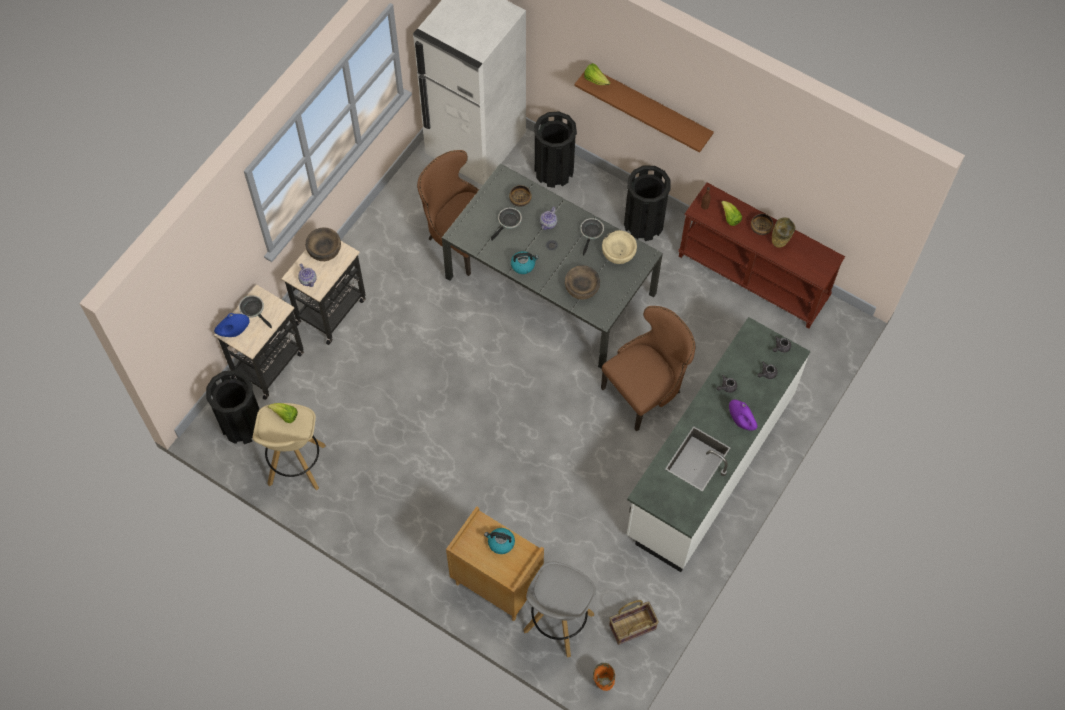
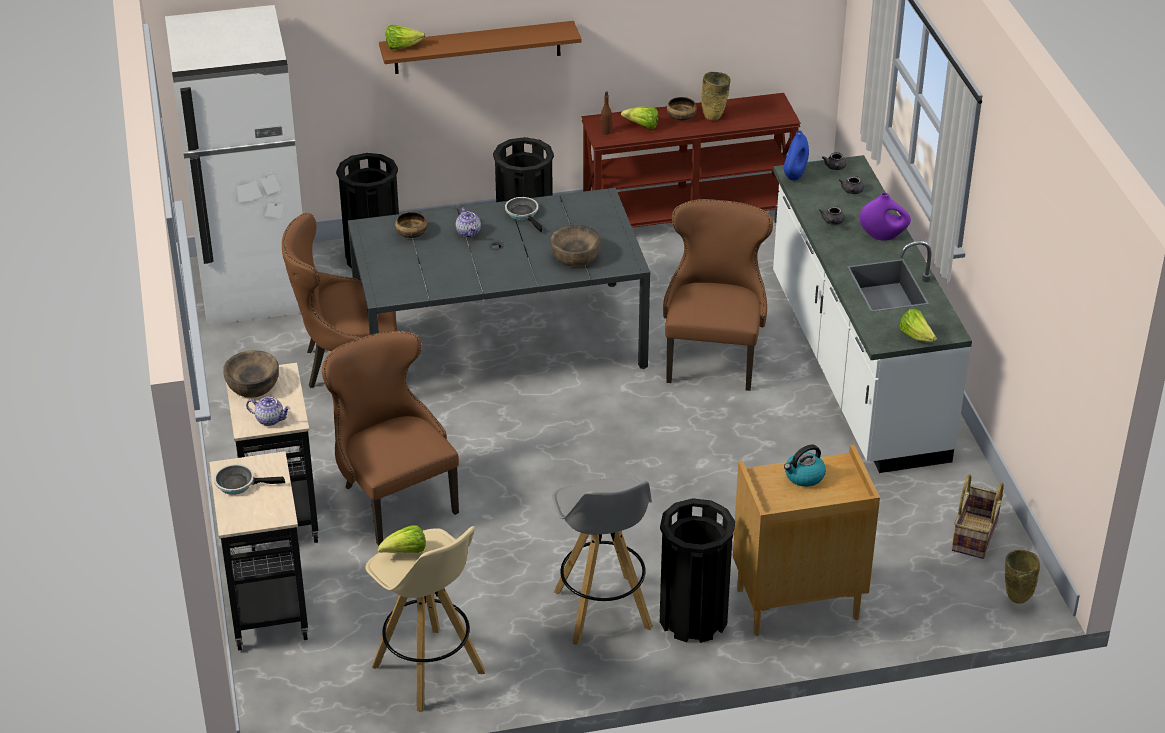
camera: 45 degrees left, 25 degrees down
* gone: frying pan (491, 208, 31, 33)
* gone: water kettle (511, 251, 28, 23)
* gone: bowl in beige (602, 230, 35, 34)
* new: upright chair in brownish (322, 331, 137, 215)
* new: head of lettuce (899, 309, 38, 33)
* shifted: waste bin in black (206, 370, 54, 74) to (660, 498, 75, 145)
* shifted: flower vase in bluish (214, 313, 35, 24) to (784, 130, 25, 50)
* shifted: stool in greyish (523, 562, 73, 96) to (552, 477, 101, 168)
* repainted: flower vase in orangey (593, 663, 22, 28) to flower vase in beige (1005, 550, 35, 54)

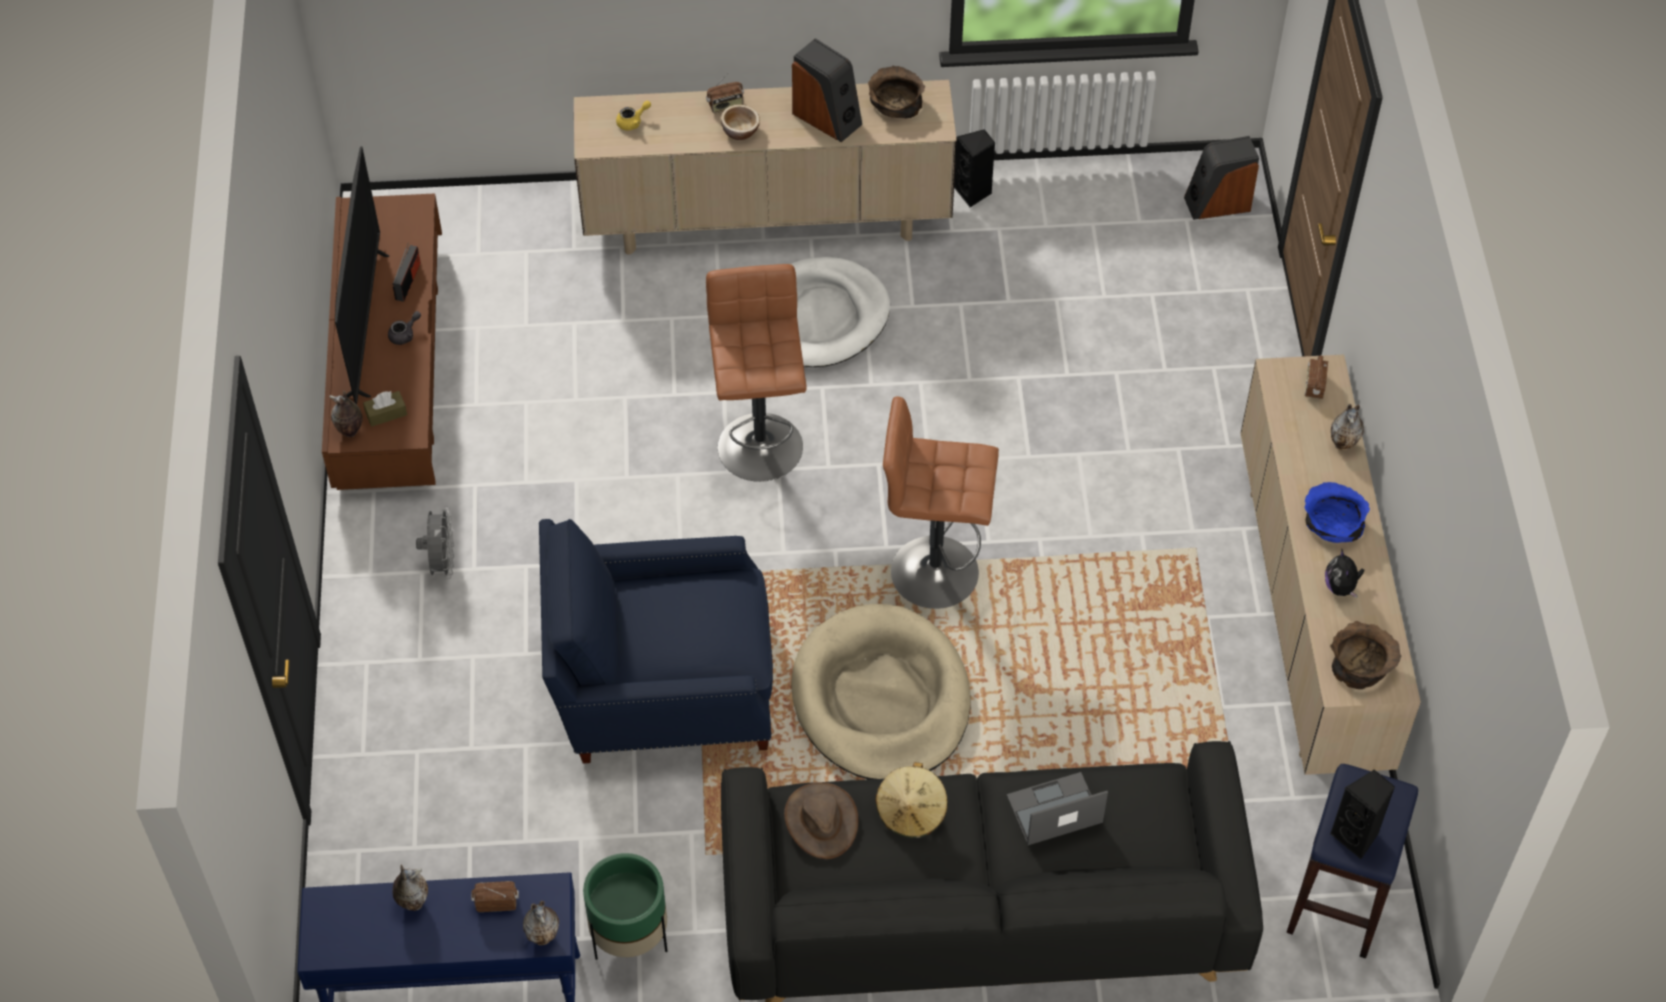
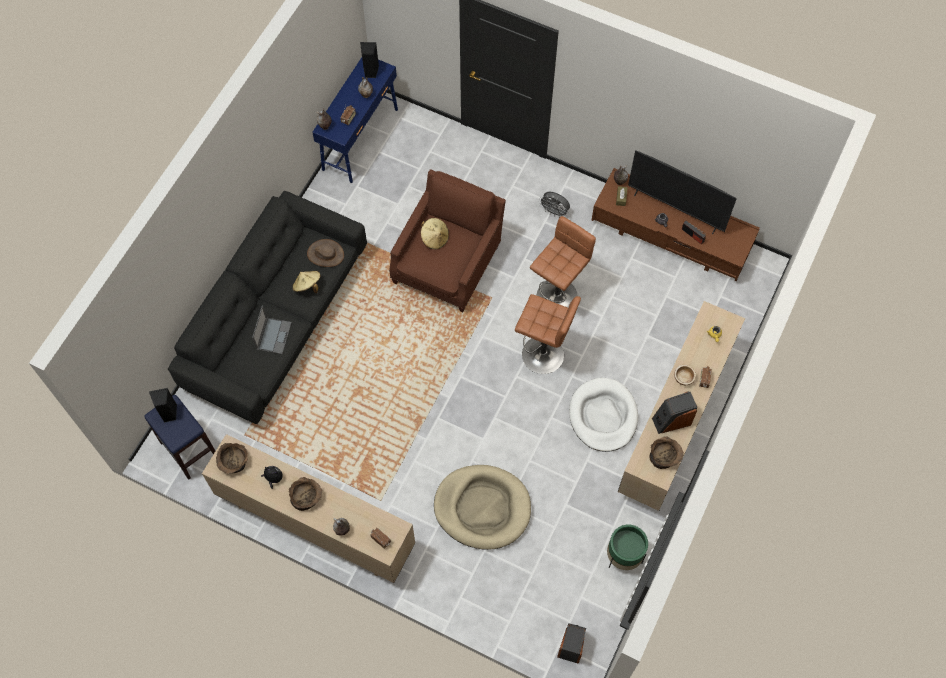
camera: 120 degrees right, 10 degrees up
* new: hat in beige (420, 218, 29, 31)
* shifted: plant pot in green-coloured (583, 853, 84, 107) to (607, 525, 41, 45)
* shifted: dog bed in beige (791, 604, 180, 175) to (434, 465, 97, 85)
* shifted: stool in brownish (883, 396, 116, 213) to (530, 216, 66, 91)
* shifted: audio speaker in black (954, 129, 41, 79) to (360, 42, 19, 36)
* repainted: easy chair in bluish (539, 519, 234, 245) to easy chair in brownish (389, 169, 117, 143)
* repainted: bowl in bluish (1305, 482, 65, 61) to bowl in brownish (289, 477, 33, 34)

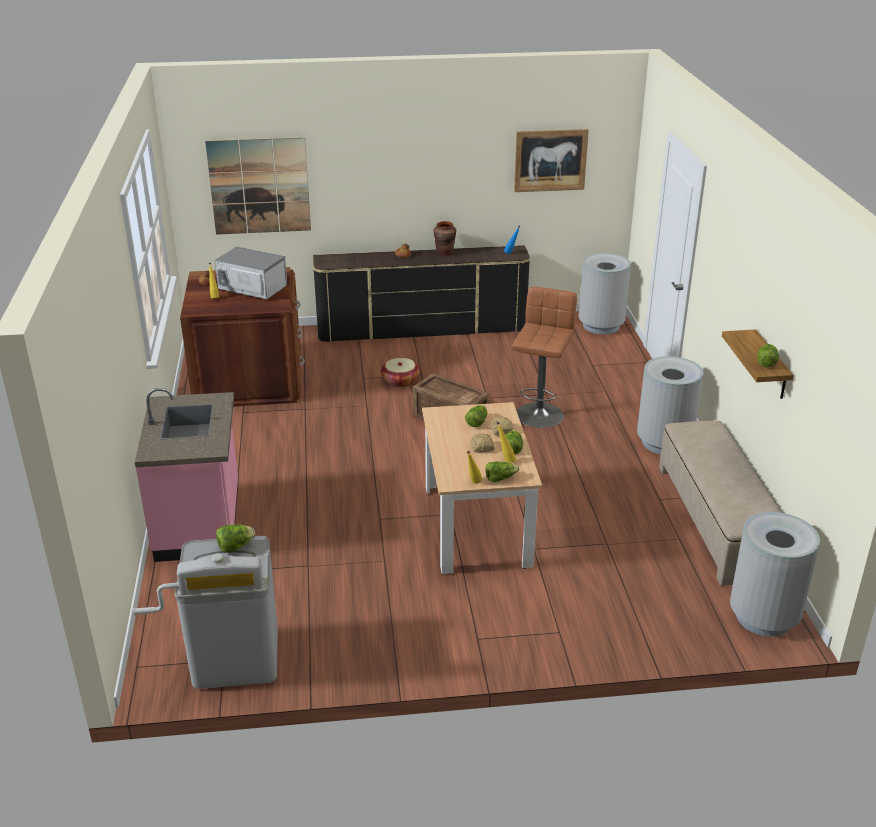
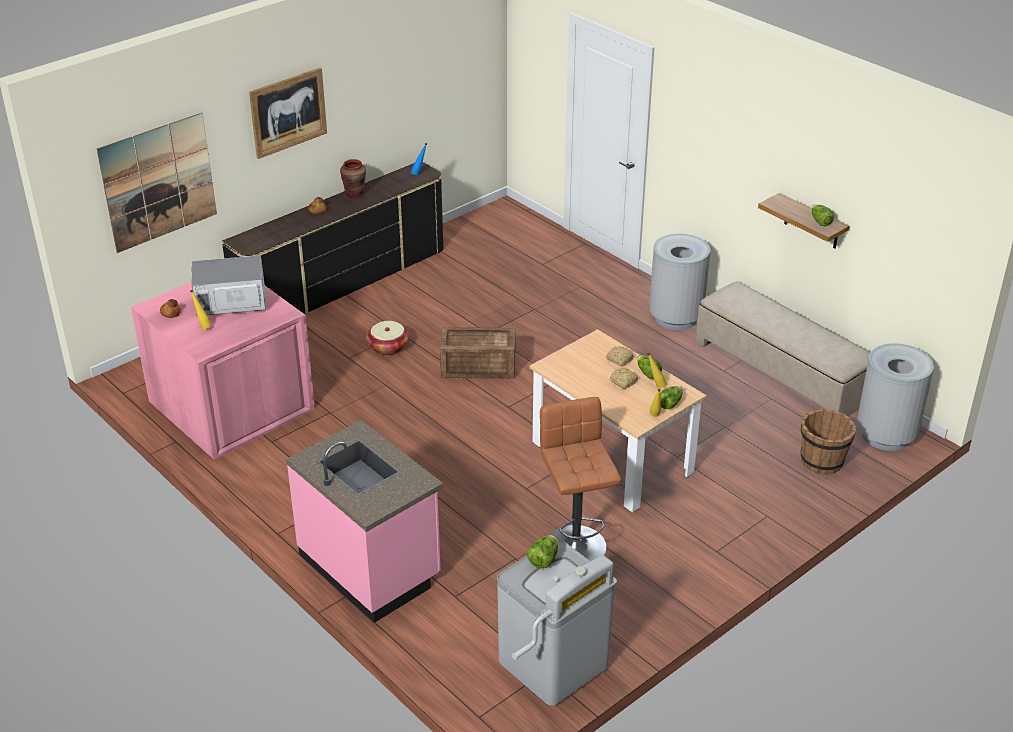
camera: 35 degrees left, 5 degrees up
* gone: head of lettuce (465, 405, 22, 22)
* gone: waste bin in greyish (579, 253, 52, 81)
* new: pail in brownish (801, 409, 55, 66)
* shifted: stool in brownish (512, 287, 65, 141) to (540, 397, 81, 164)
* shifted: wall picture (514, 129, 75, 63) to (249, 68, 78, 91)
* repainted: drawer chest in brownish (180, 267, 125, 140) to drawer chest in pinkish (131, 282, 184, 177)

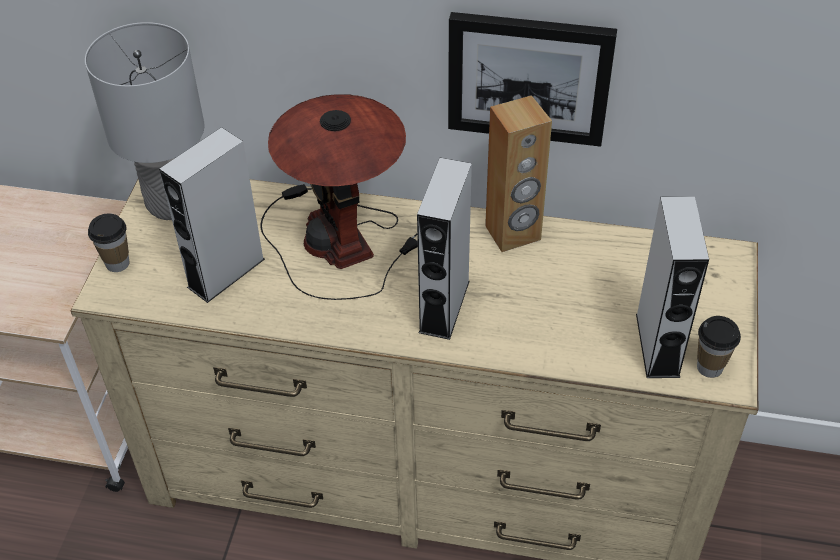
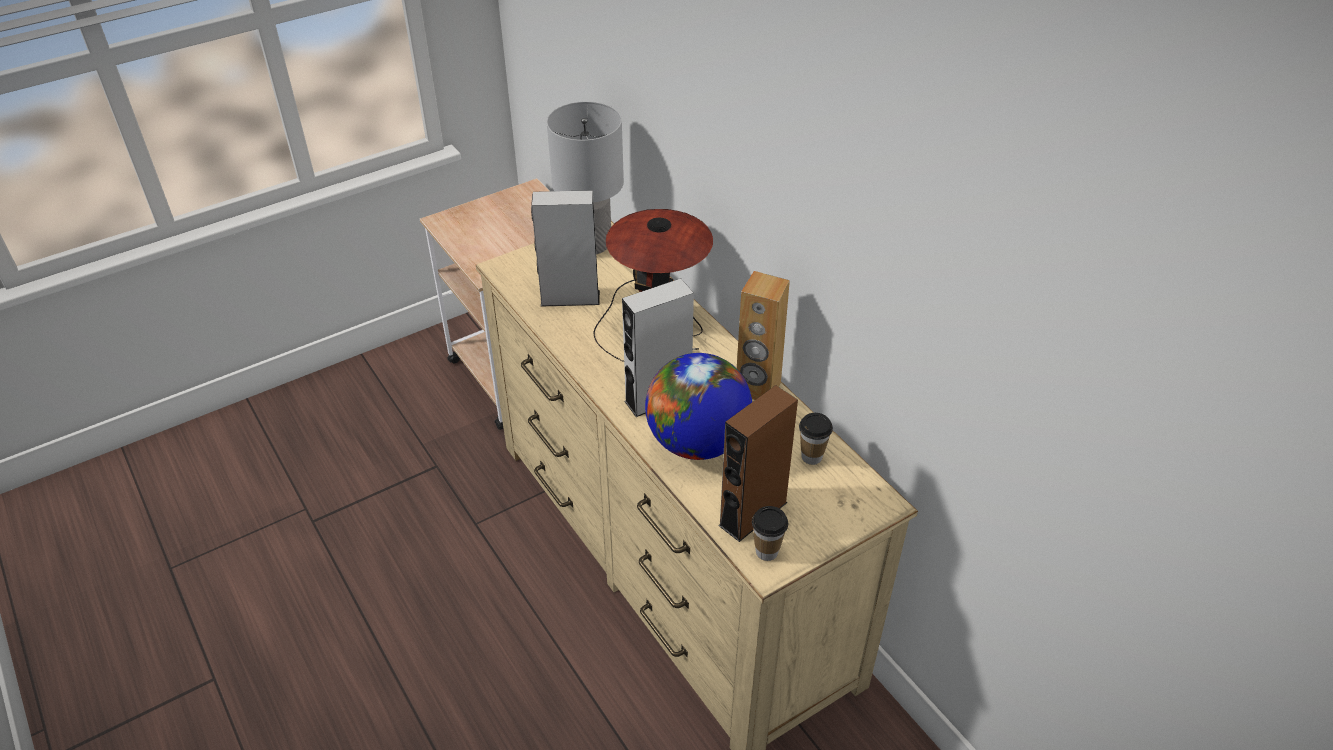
camera: 45 degrees right, 5 degrees down
* gone: wall picture (448, 12, 169, 135)
* new: world globe (645, 353, 107, 107)
* shifted: small cup (88, 213, 41, 59) to (799, 413, 34, 52)
* repainted: audio speaker in greyish (636, 196, 73, 182) to audio speaker in brownish (718, 385, 80, 157)

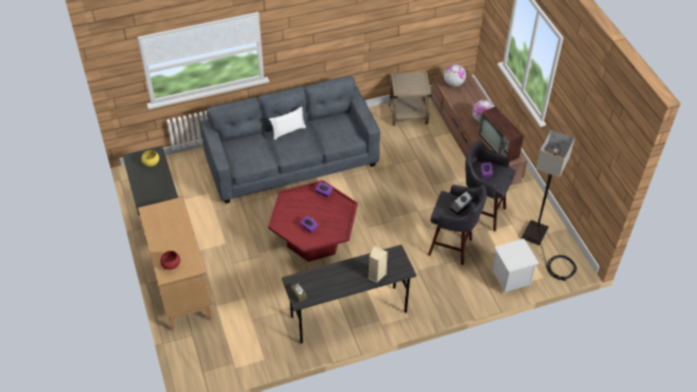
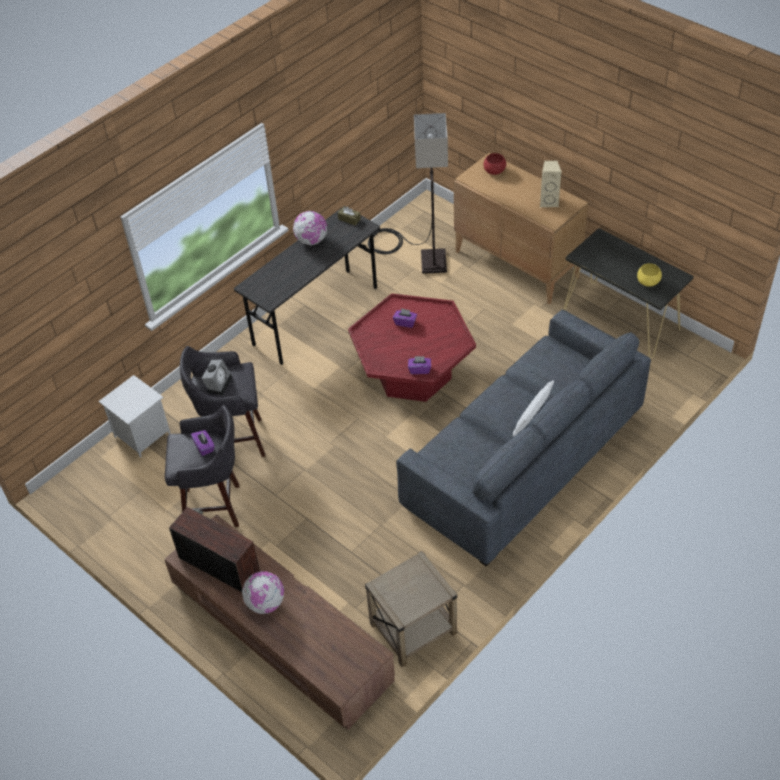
camera: 155 degrees right, 0 degrees up
* shifted: audio speaker in beige (368, 246, 20, 36) to (540, 161, 22, 46)
* shifted: world globe (444, 64, 22, 23) to (293, 211, 34, 34)
* shifted: standard lamp (522, 130, 55, 151) to (368, 113, 80, 161)

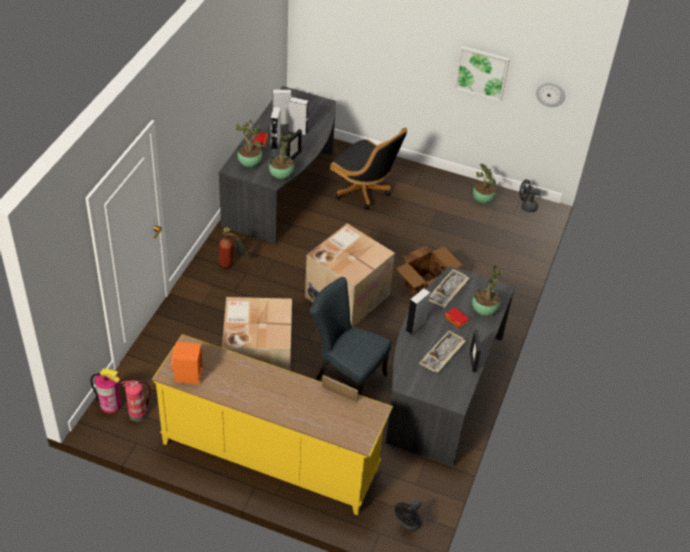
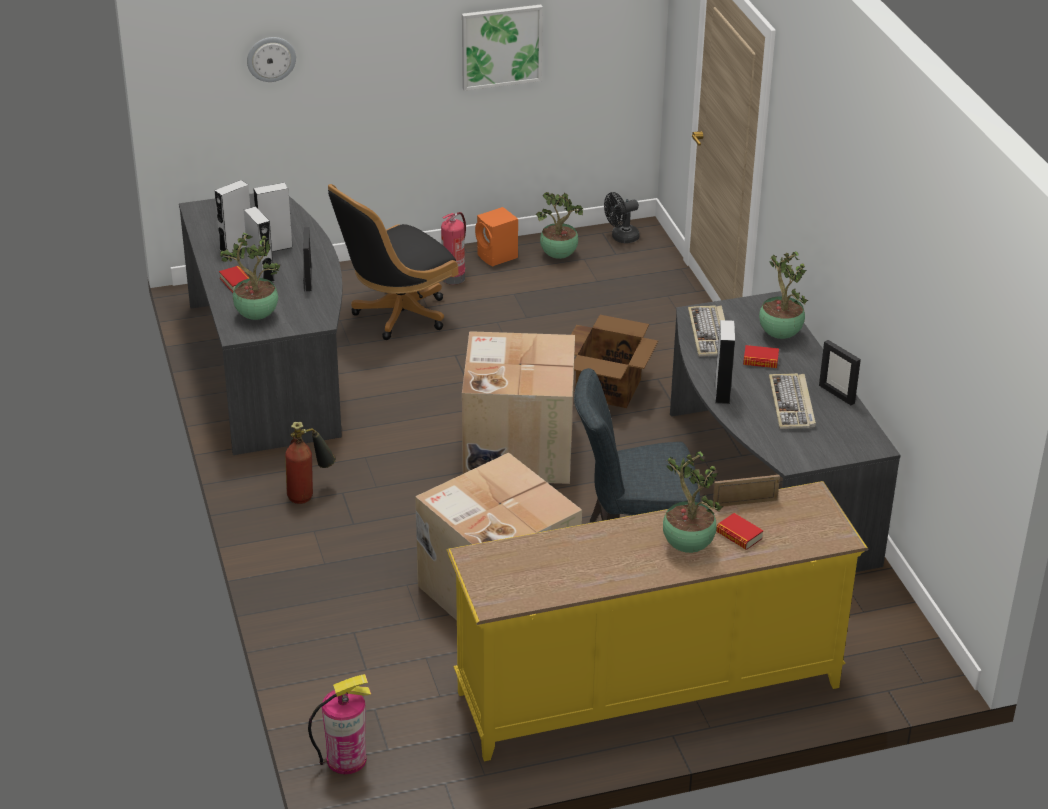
camera: 35 degrees left, 10 degrees down
* gone: electric fan in black (395, 499, 27, 33)
* new: bound book (716, 513, 48, 37)
* shifted: fire-fighting cylinder (121, 380, 30, 42) to (441, 212, 25, 73)
* shifted: audio speaker in orangey (171, 342, 32, 42) to (475, 207, 43, 60)
* shifted: houseplant (269, 133, 25, 46) to (663, 451, 61, 102)
* shifted: clock on the wall (536, 82, 29, 25) to (247, 37, 49, 45)
* rotated: desk chair in black (330, 128, 77, 82) = (328, 184, 131, 156) 135 degrees clockwise

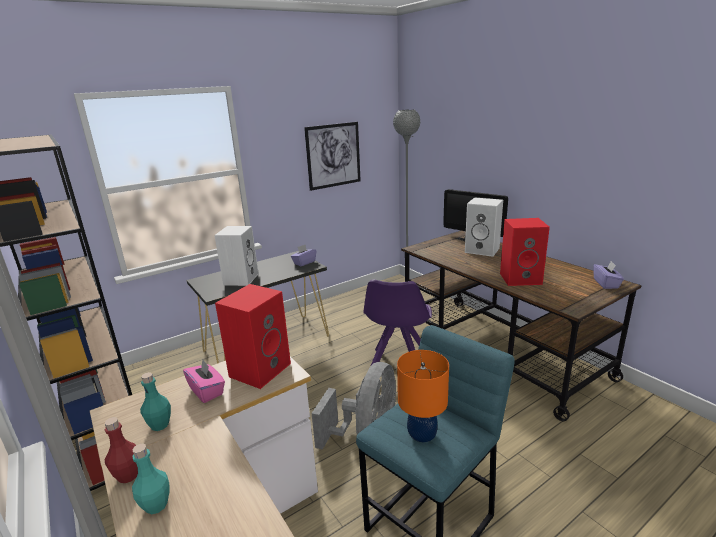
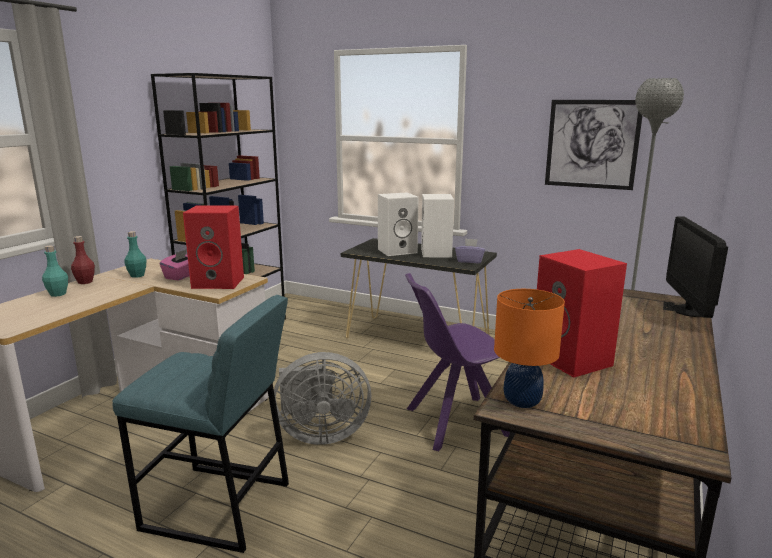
camera: 60 degrees right, 5 degrees down
* gone: tissue box in purplish (593, 261, 31, 28)
* shifted: lamp for a table in orangey (397, 350, 52, 93) to (494, 289, 71, 119)
* shifted: audio speaker in whitish (465, 197, 38, 60) to (421, 194, 33, 63)

